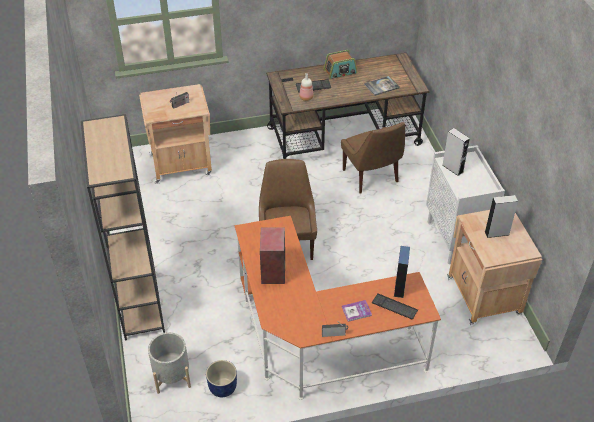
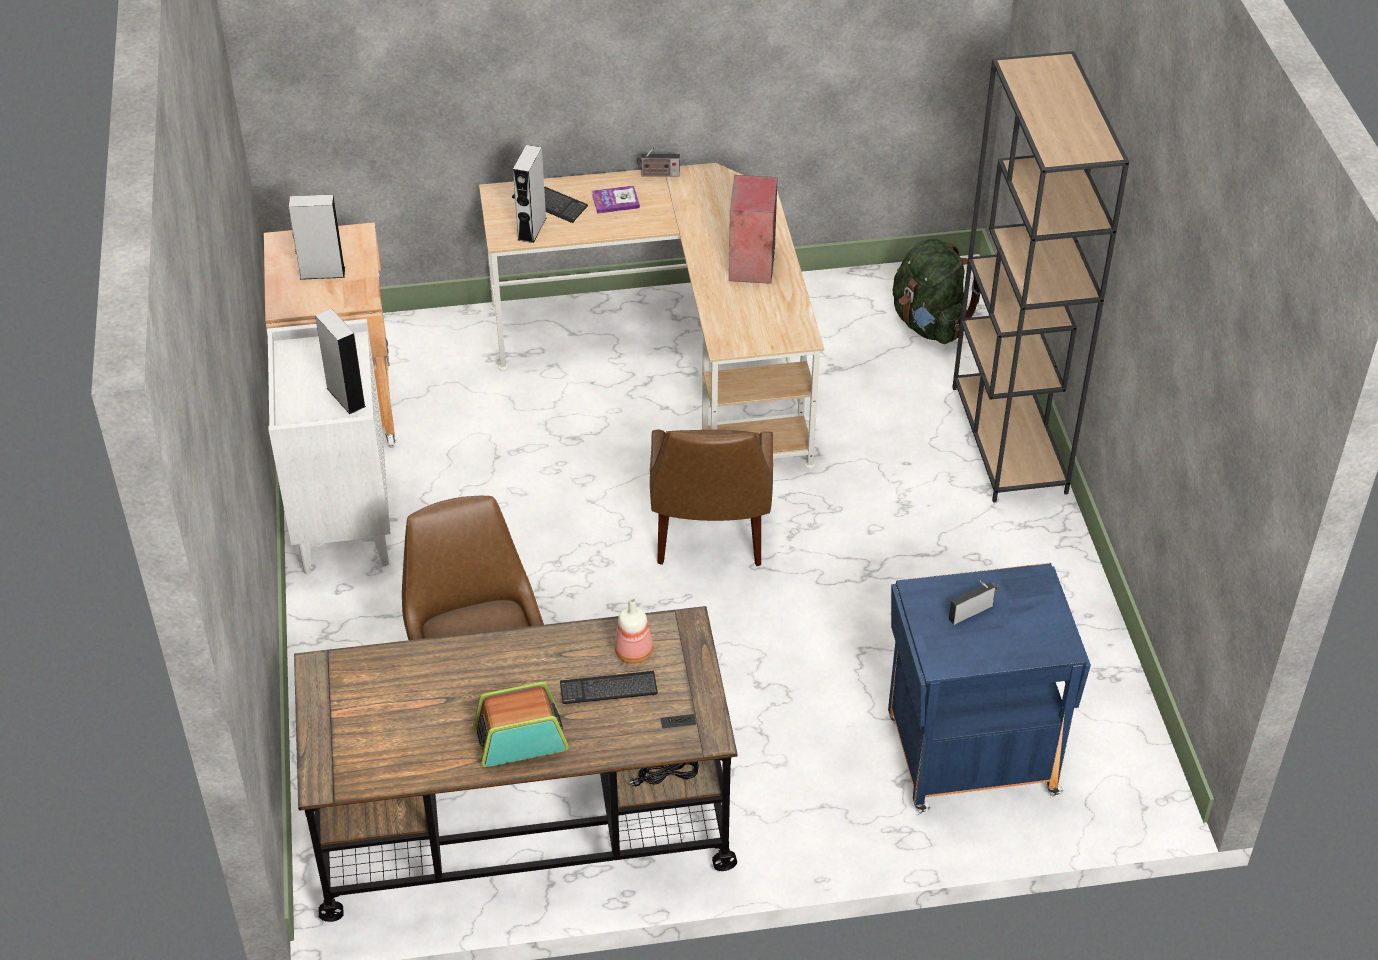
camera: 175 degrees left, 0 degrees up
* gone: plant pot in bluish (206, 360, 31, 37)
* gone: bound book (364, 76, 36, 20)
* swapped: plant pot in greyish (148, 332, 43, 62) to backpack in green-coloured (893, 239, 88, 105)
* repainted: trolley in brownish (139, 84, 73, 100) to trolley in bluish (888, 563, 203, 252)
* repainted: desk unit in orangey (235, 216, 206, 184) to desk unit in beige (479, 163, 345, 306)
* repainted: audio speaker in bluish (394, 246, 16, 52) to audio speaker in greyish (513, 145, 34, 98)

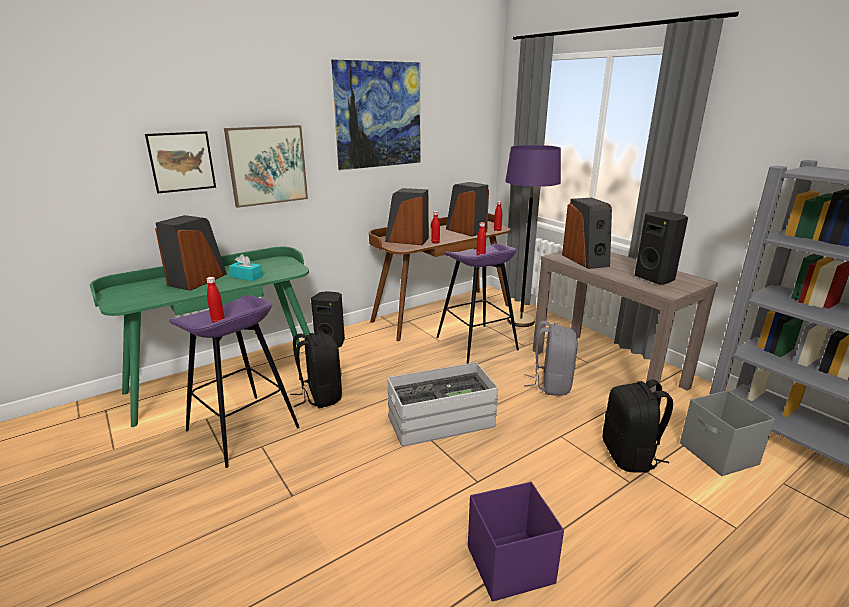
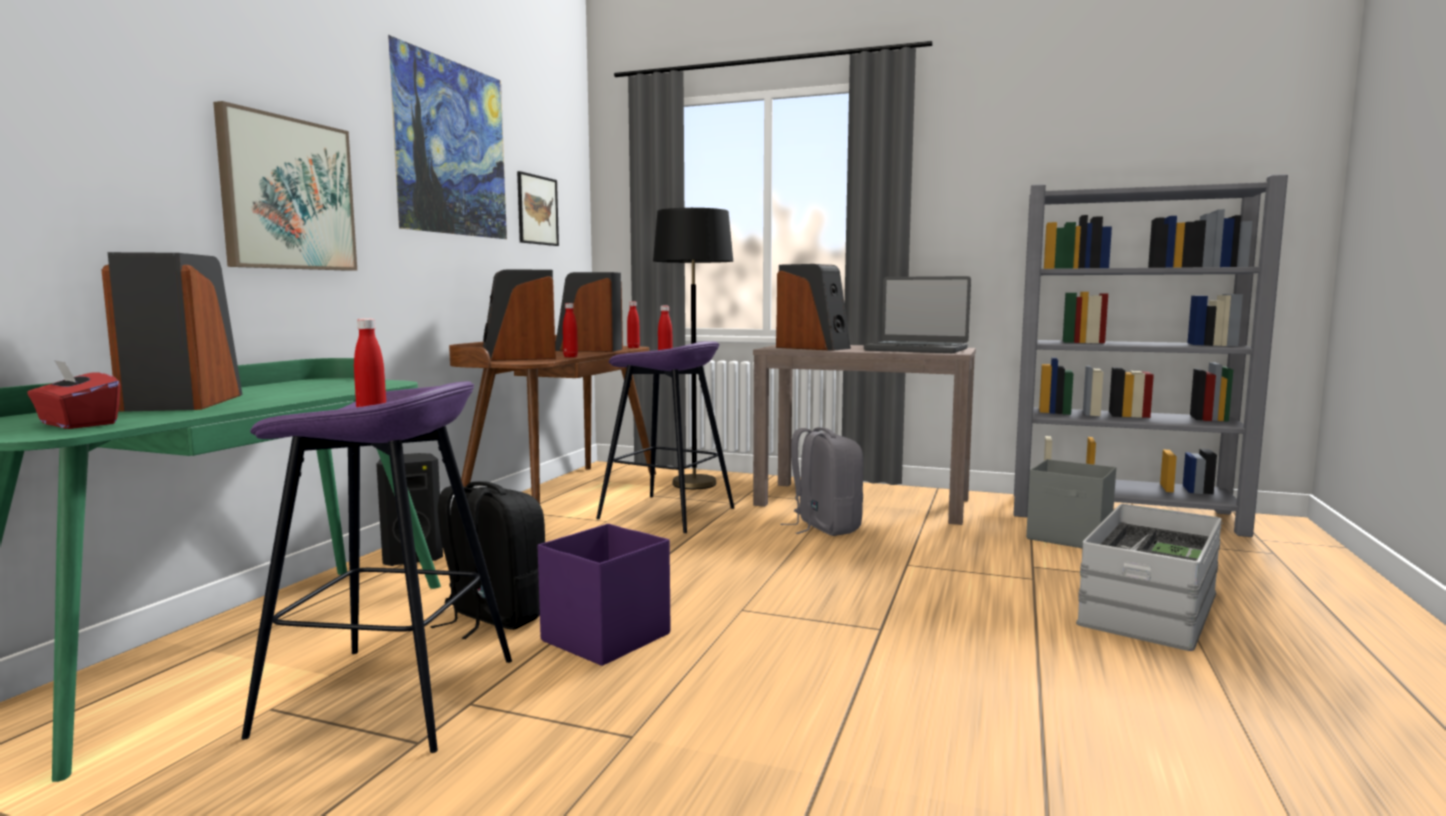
camera: 35 degrees left, 15 degrees down
* gone: tissue box in turquoise-coloured (229, 254, 34, 27)
* gone: backpack in black (602, 379, 71, 94)
* new: tissue box in red-coloured (27, 360, 94, 69)
* shifted: wall picture (145, 131, 71, 62) to (517, 171, 42, 75)
* shifted: storage container in greyish (387, 362, 111, 84) to (1076, 504, 147, 147)
* shifted: storage container in purplish (468, 482, 96, 120) to (538, 523, 132, 143)
* swapped: audio speaker in black (635, 211, 53, 74) to notebook computer (864, 276, 107, 77)
* repainted: standard lamp in purplish (505, 145, 56, 182) to standard lamp in black (653, 208, 80, 281)

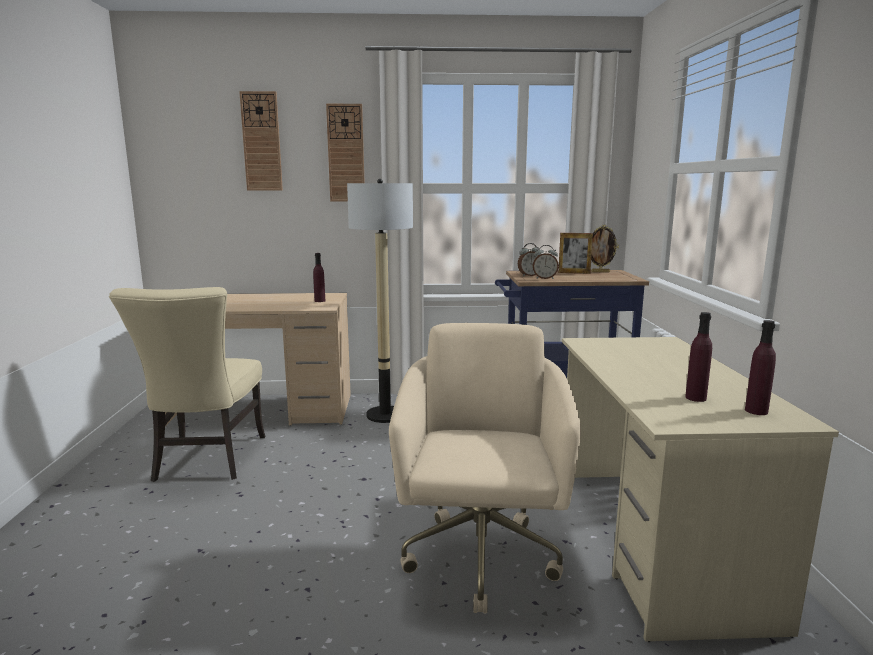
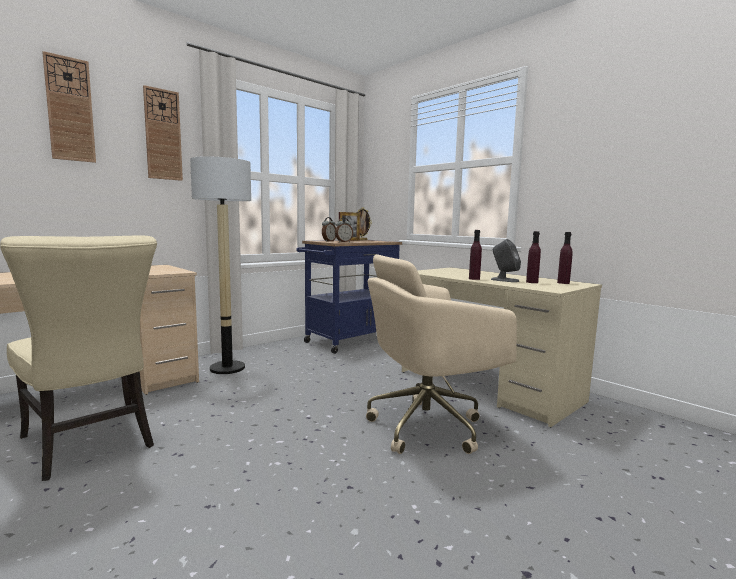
camera: 40 degrees left, 5 degrees down
* new: audio speaker in greyish (491, 239, 30, 43)
* shifted: bottle in purplish (313, 253, 12, 49) to (469, 230, 13, 50)
* rotated: desk chair in beige (389, 323, 192, 290) = (366, 254, 151, 200) 75 degrees counterclockwise

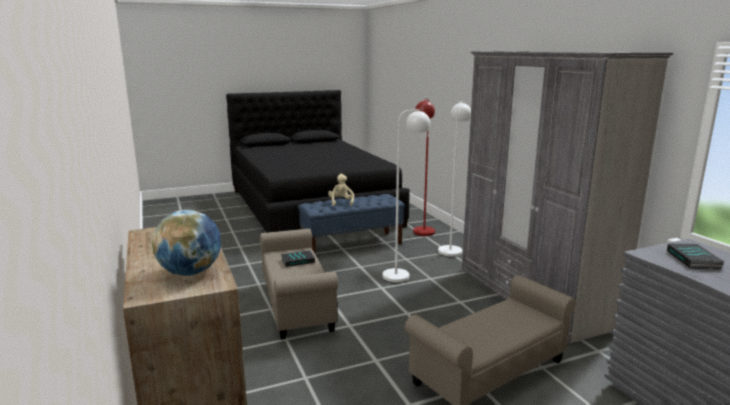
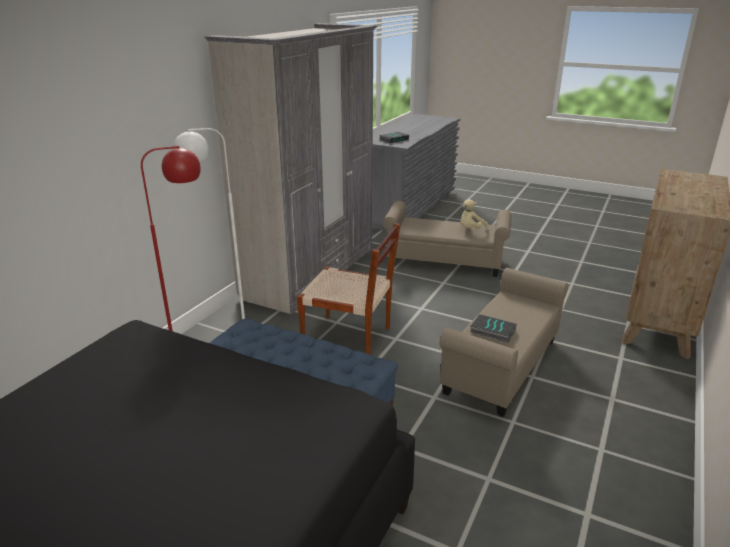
camera: 130 degrees left, 10 degrees up
* gone: world globe (152, 210, 69, 66)
* shifted: plush toy in beige (328, 174, 26, 32) to (460, 199, 28, 30)
* swapped: standard lamp in whitish (382, 109, 48, 174) to upright chair (297, 223, 103, 131)

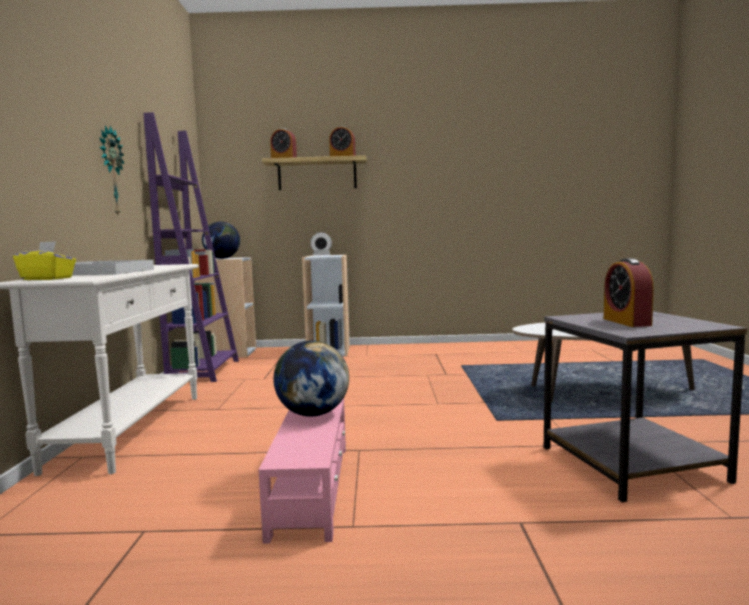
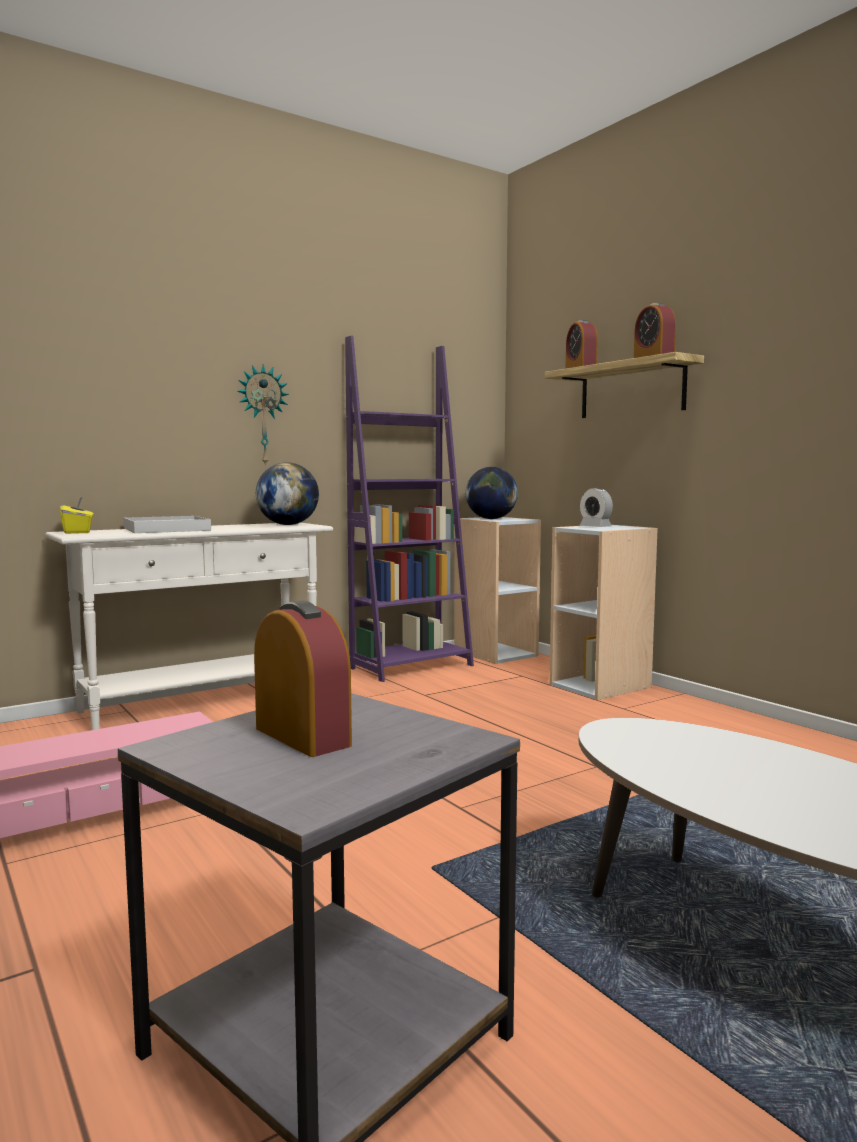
camera: 55 degrees right, 0 degrees up
* shifted: world globe (274, 341, 75, 76) to (256, 462, 63, 63)
* rotated: bedside clock (604, 258, 50, 69) = (254, 601, 98, 156) 90 degrees clockwise

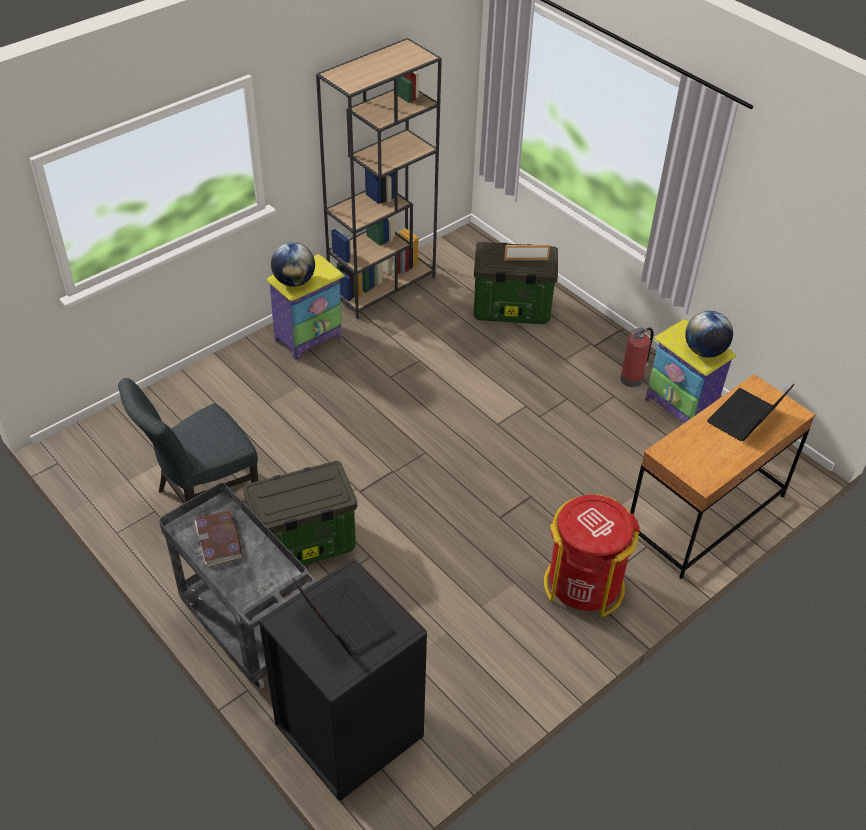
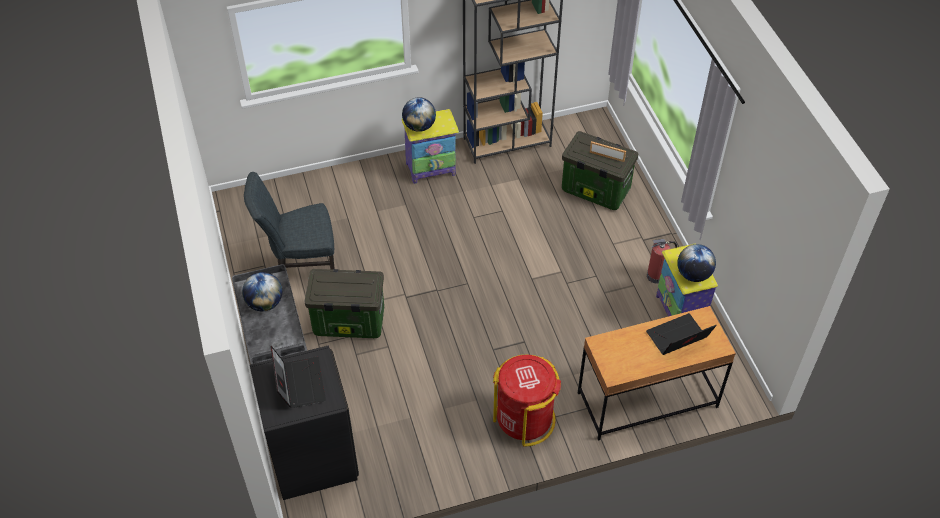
camera: 25 degrees right, 5 degrees up
* swapped: bound book (195, 511, 47, 55) to world globe (242, 272, 40, 39)

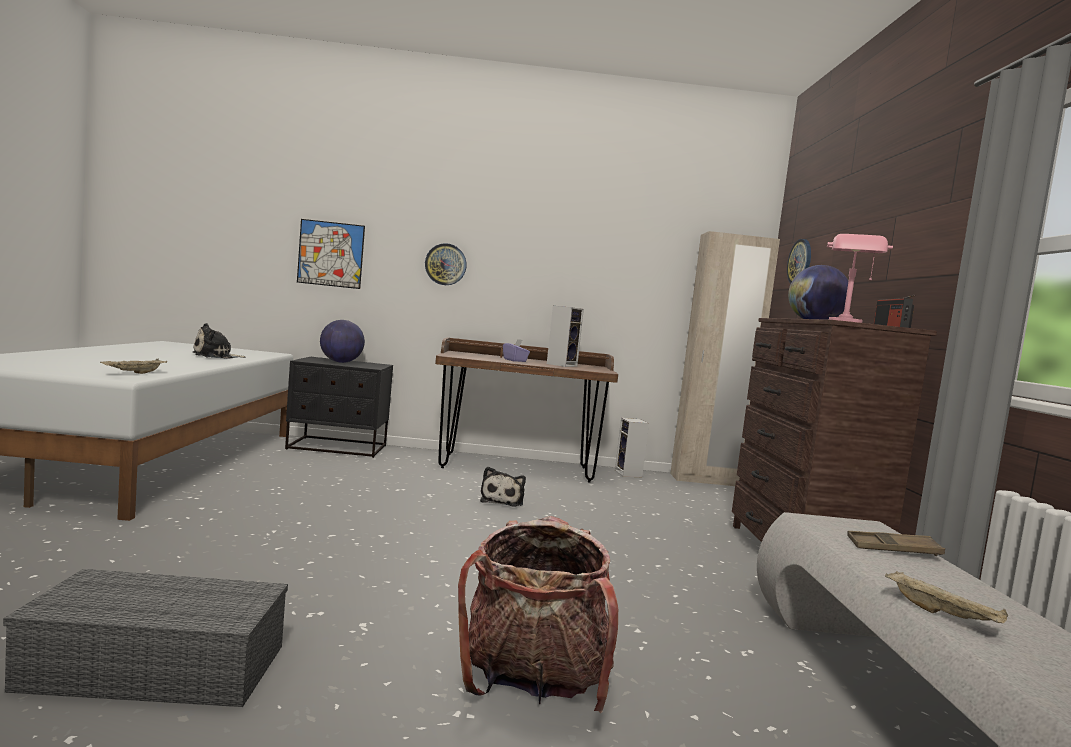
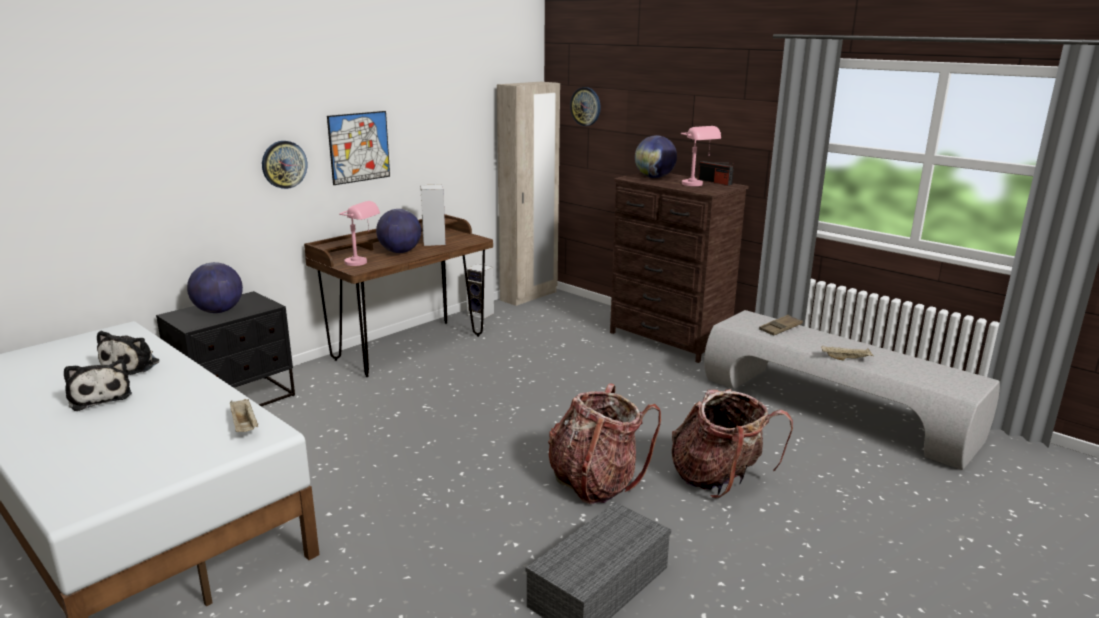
camera: 45 degrees left, 15 degrees up
* new: lamp for a table in pinkish (339, 201, 41, 65)
* new: backpack (548, 383, 113, 121)
* shifted: wall picture (297, 219, 68, 70) to (327, 111, 63, 74)
* shifted: plush toy (480, 467, 46, 39) to (64, 359, 68, 52)
* swapped: tissue box in purplish (503, 339, 27, 23) to world globe (376, 209, 45, 44)

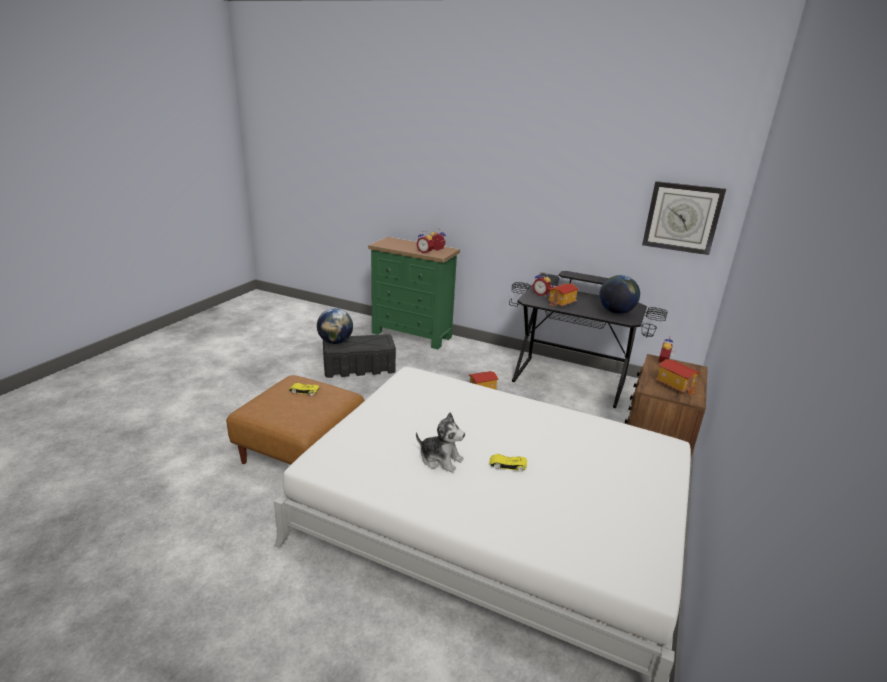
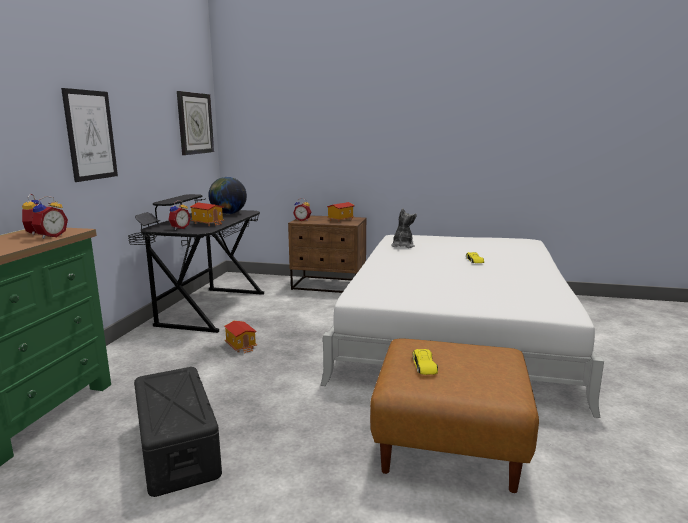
camera: 100 degrees left, 10 degrees down
* gone: world globe (317, 308, 36, 36)
* new: wall picture (61, 88, 57, 94)
* shifted: plush toy (416, 412, 49, 60) to (391, 208, 26, 40)

